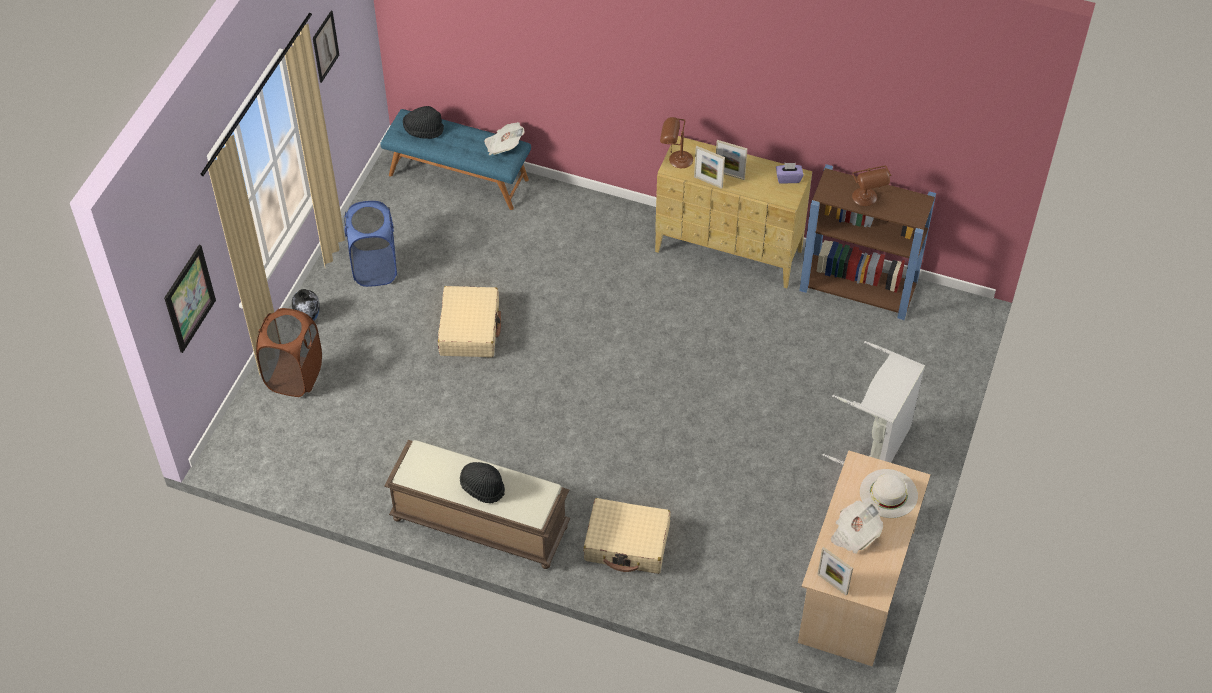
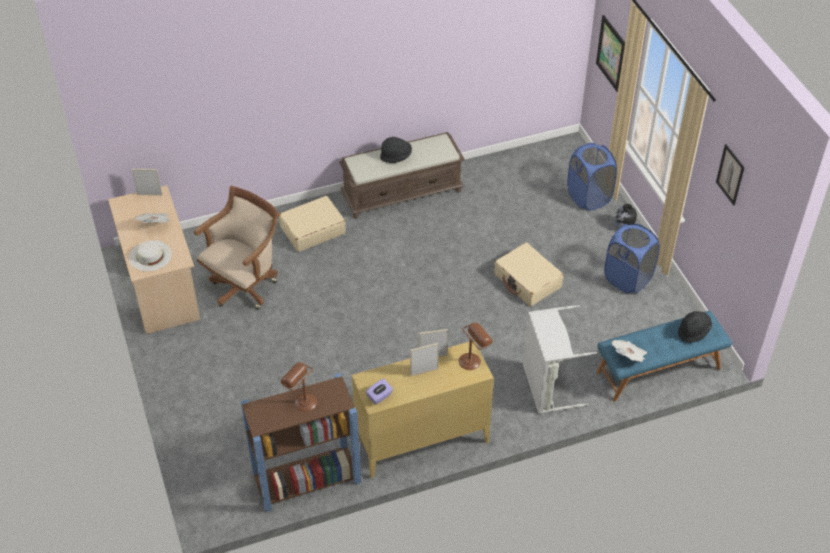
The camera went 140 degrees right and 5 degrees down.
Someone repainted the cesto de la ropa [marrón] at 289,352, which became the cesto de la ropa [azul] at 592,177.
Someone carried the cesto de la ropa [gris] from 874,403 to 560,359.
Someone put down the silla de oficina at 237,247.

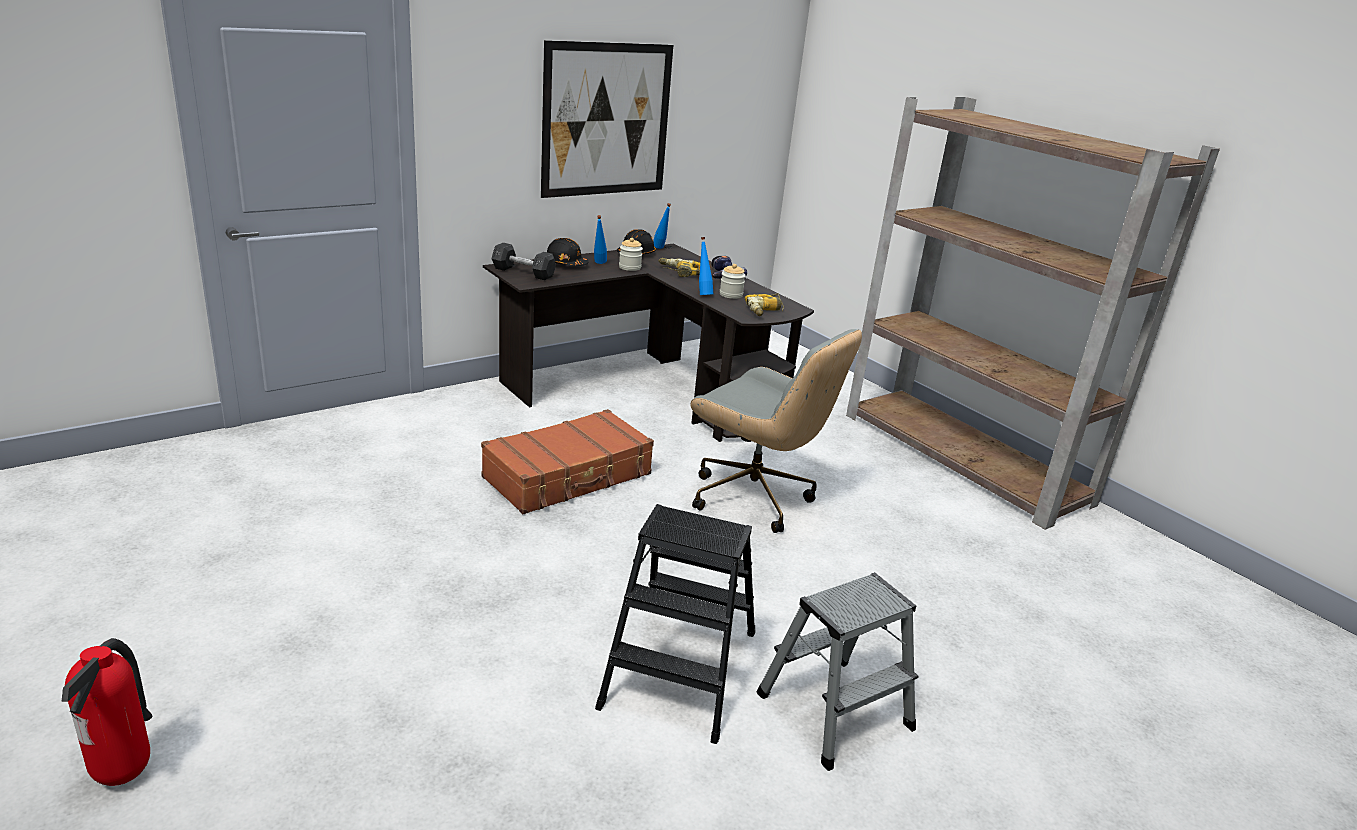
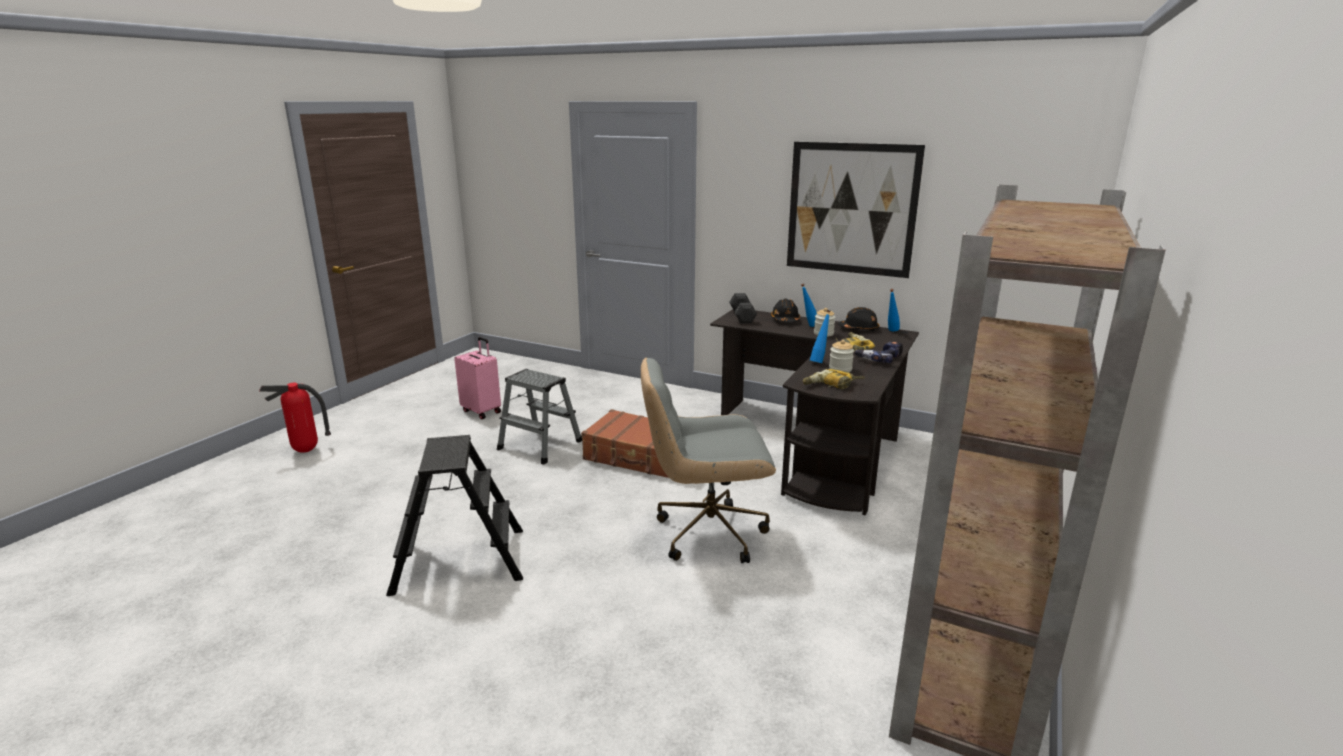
The camera went 65 degrees right and 5 degrees down.
Someone rotated the silla de oficina [gris] at 776,431 by 75 degrees clockwise.
Someone carried the escalera de tijera [gris] from 837,671 to 539,417.
Someone put down the maleta [rosa] at 477,378.

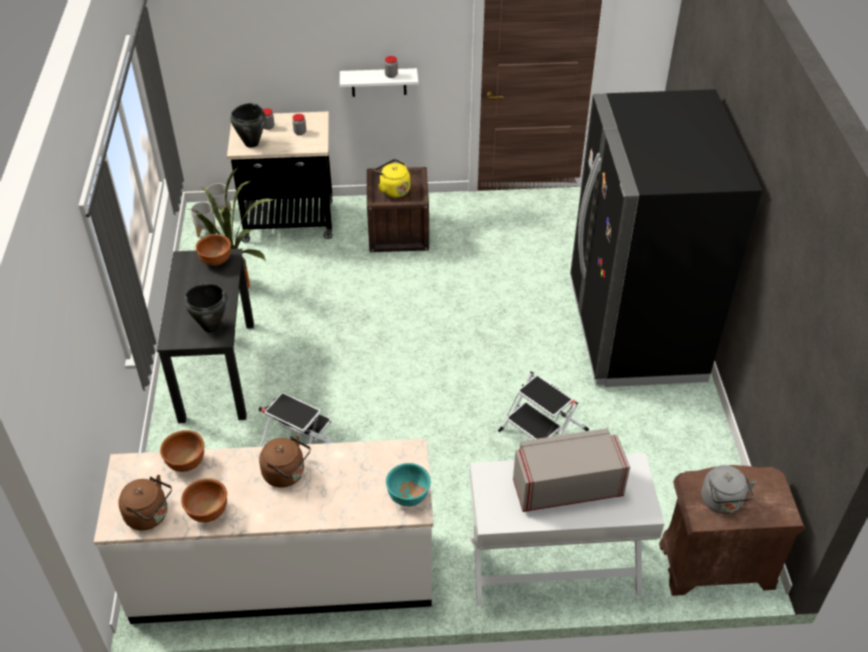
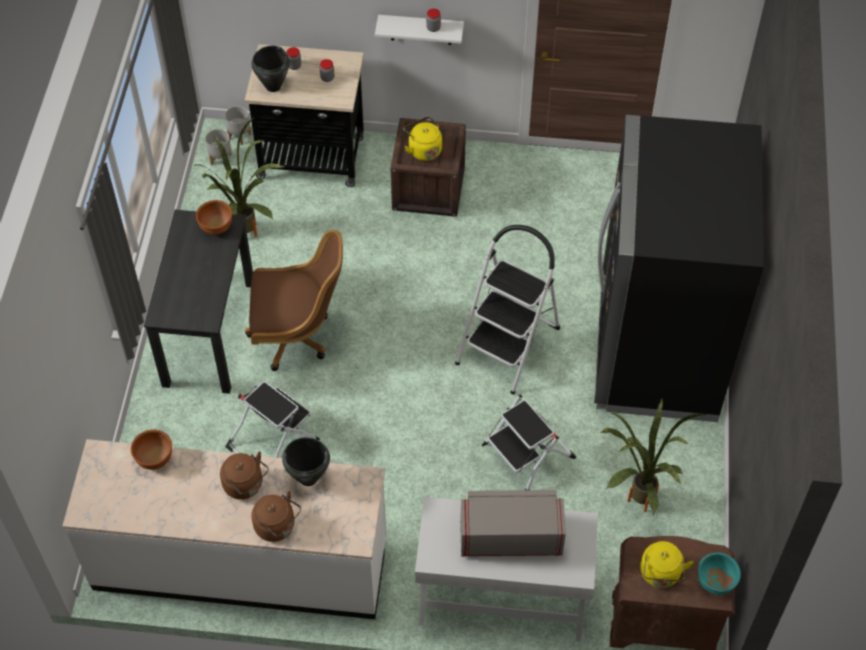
The camera went 10 degrees right and 10 degrees up.
Someone carried the hervidor [marrón] from 145,502 to 276,516.
Someone took away the cuenco [marrón] at 204,500.
Someone carried the olla [negro] from 206,308 to 306,461.
Someone carried the cuenco [turquesa] from 408,484 to 719,574.
Someone repainted the hervidor [gris] at 728,489, which became the hervidor [amarillo] at 667,564.
Someone put down the silla de oficina [marrón] at 294,300.
Someone put down the escalera de tijera at 507,309.
Someone put down the planta en maceta at 654,456.

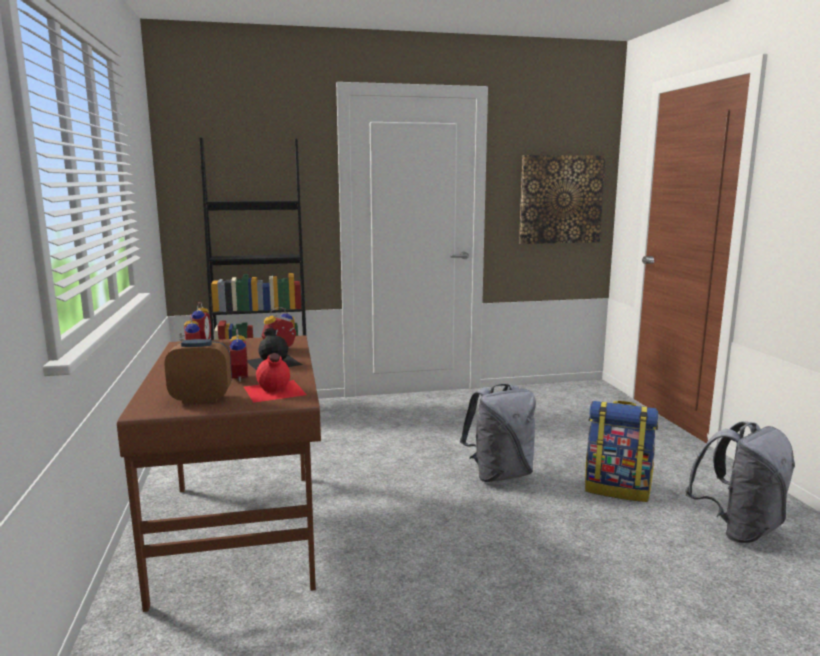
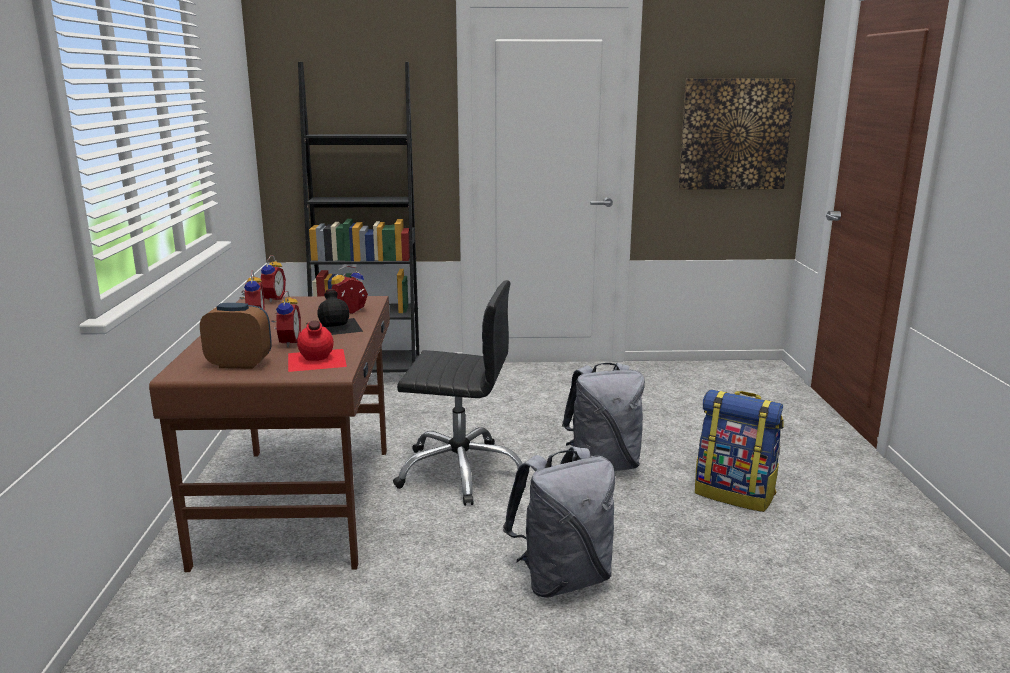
The camera went 10 degrees right and 5 degrees up.
Someone carried the mochila [gris] from 740,482 to 559,522.
Someone put down the silla de oficina [negro] at 461,393.

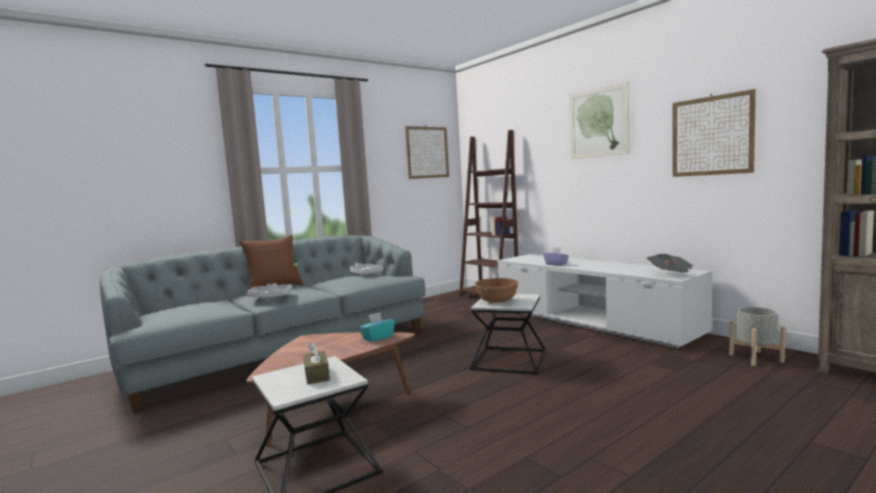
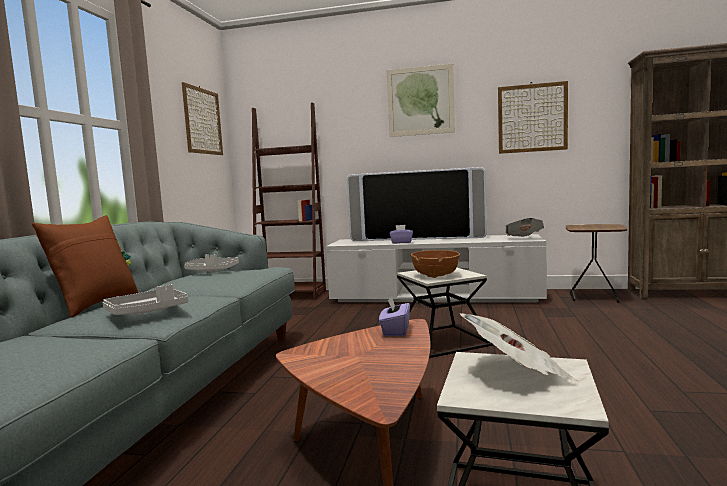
The camera went 40 degrees left and 0 degrees up.
Someone swapped the caja de pañuelos [marrón] at 316,363 for the periódico at 519,347.
Someone repainted the caja de pañuelos [turquesa] at 377,327, which became the caja de pañuelos [morado] at 394,316.
Someone swapped the maceta [gris] at 757,336 for the mesa auxiliar [marrón] at 596,263.
Someone put down the televisor at 417,204.

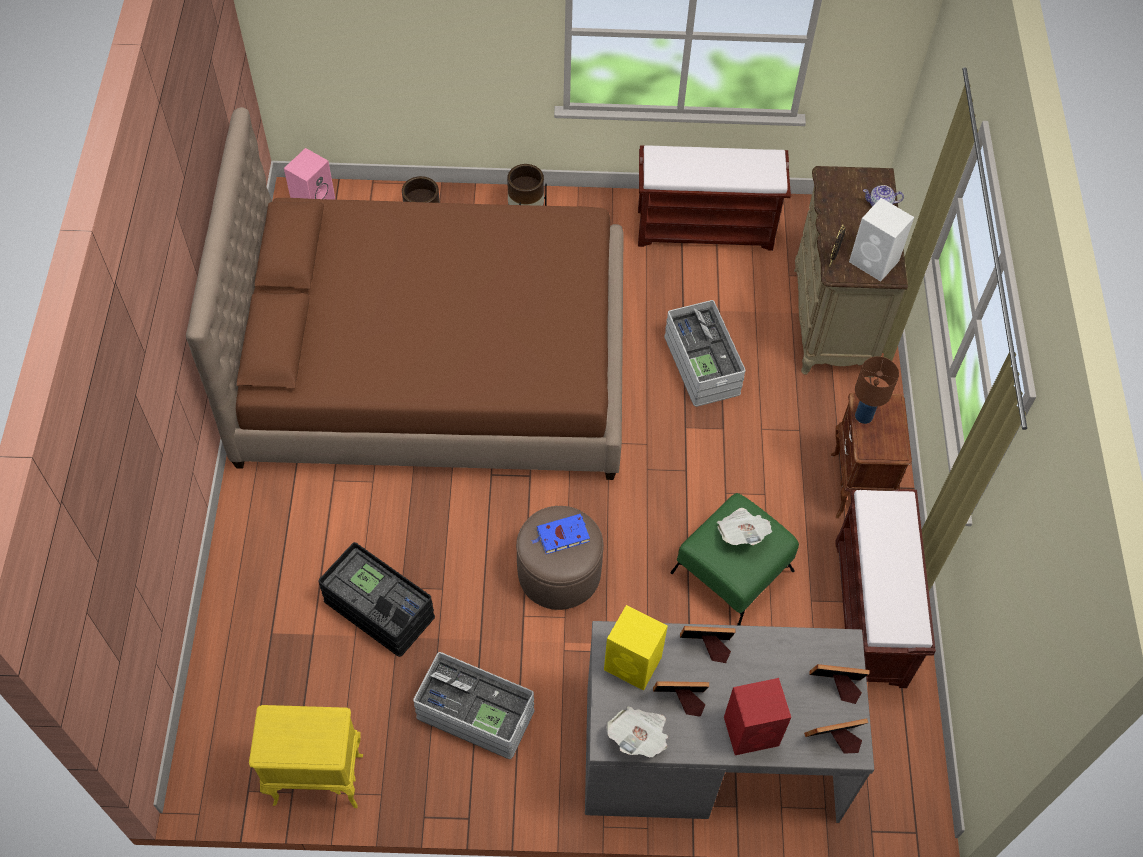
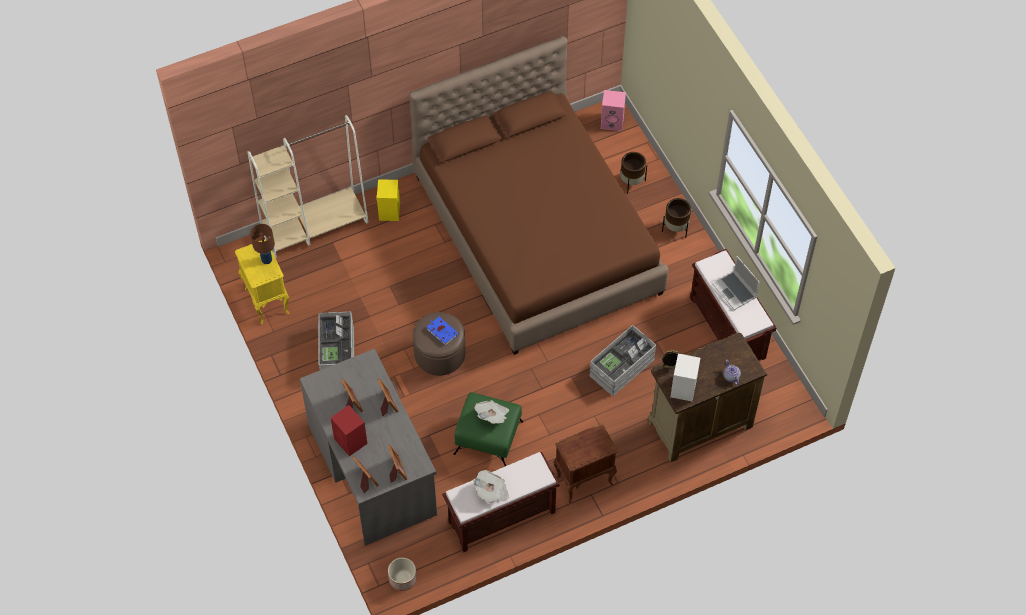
The camera went 65 degrees right and 0 degrees up.
Someone took away the caja de almacenaje [negro] at 376,599.
Someone carried the altavoz [amarillo] from 636,648 to 388,200.
Someone carried the periódico from 637,732 to 491,486.
Someone carried the lámpara de mesa [marrón] from 877,390 to 262,244.
Someone put down the perchero [beis] at 308,186.
Someone put down the maceta at 402,574.
Someone put down the portátil at 736,283.

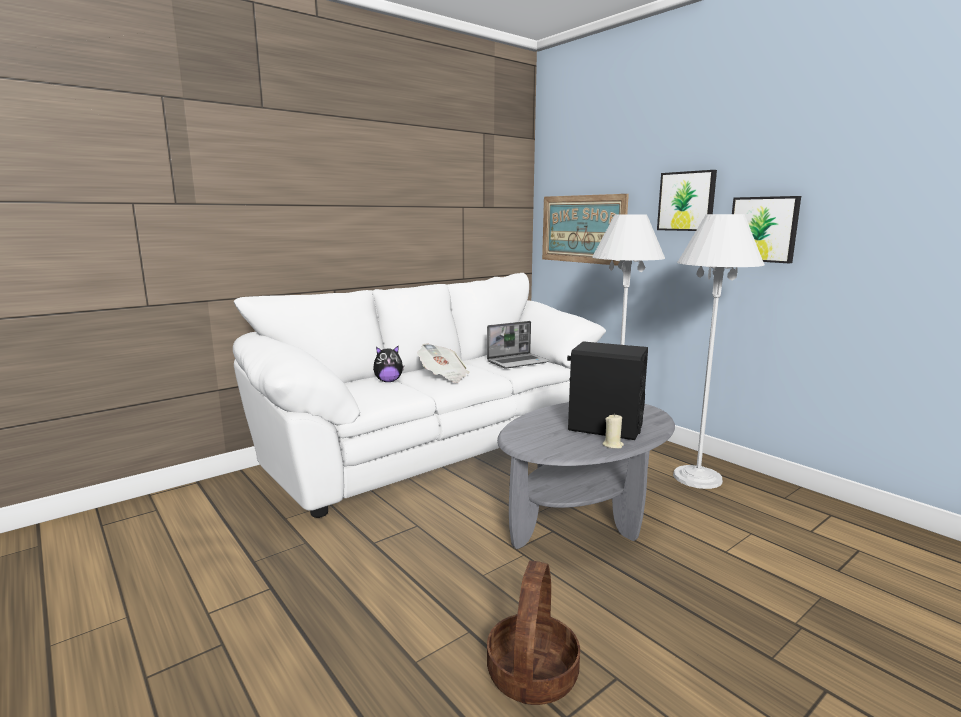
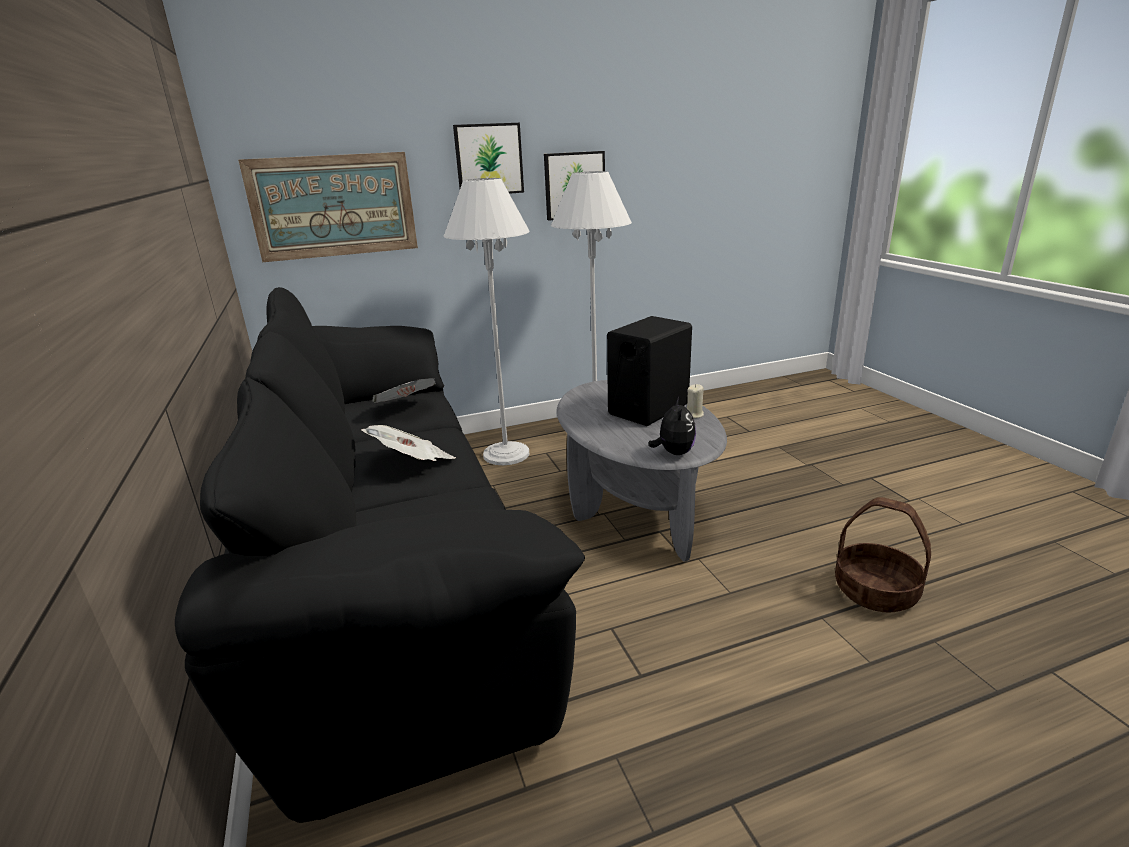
The camera went 70 degrees left and 10 degrees up.
Someone repainted the sofá [blanco] at 419,395, which became the sofá [negro] at 380,555.
Someone carried the peluche from 388,364 to 672,426.
Someone swapped the portátil at 518,345 for the periódico at 404,390.

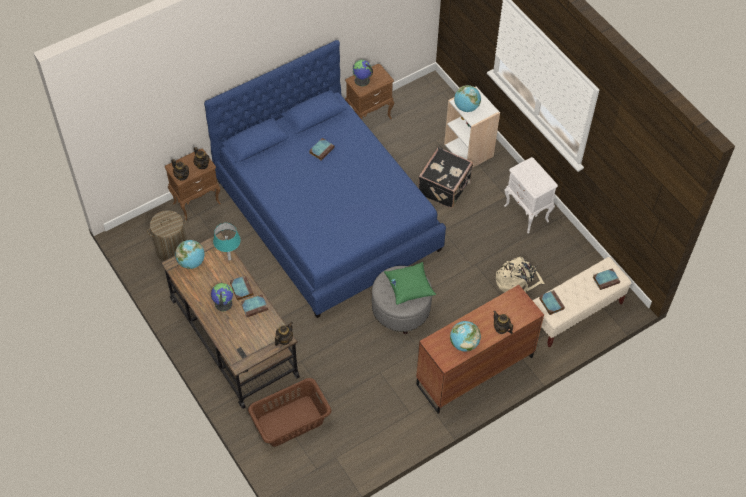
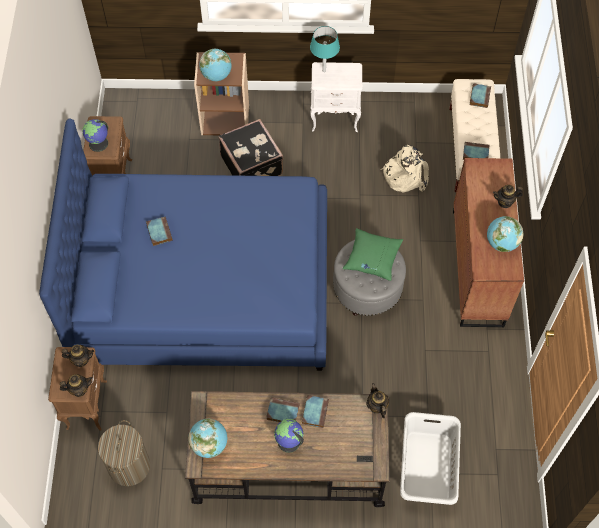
The camera went 55 degrees left and 5 degrees up.
Someone carried the lámpara de mesa [turquesa] from 227,242 to 325,49.
Someone repainted the cesto de la ropa [marrón] at 289,412, which became the cesto de la ropa [gris] at 430,458.
Someone repainted the estantería [blanco] at 472,127, which became the estantería [marrón] at 221,93.

